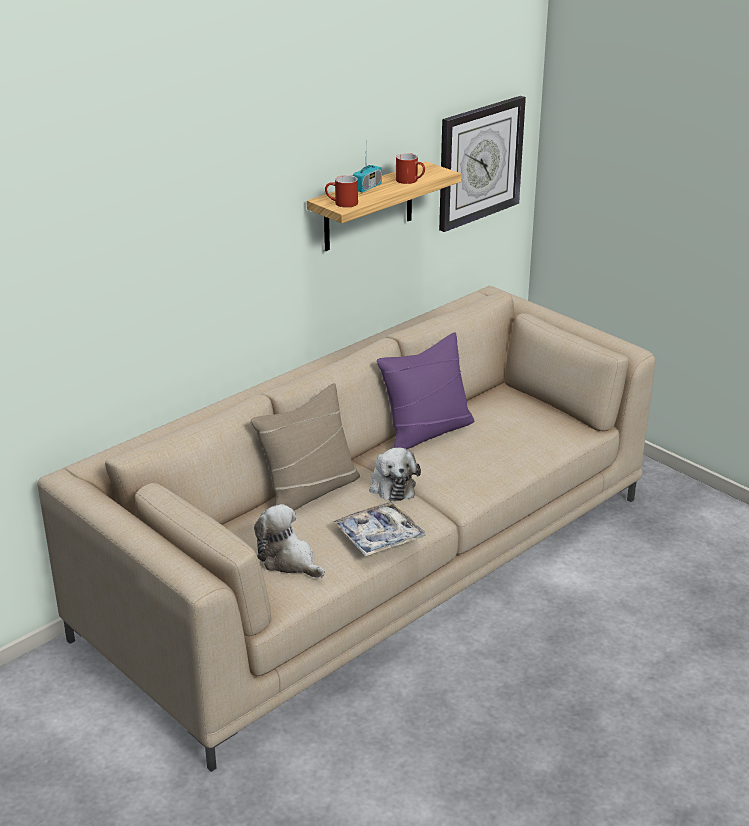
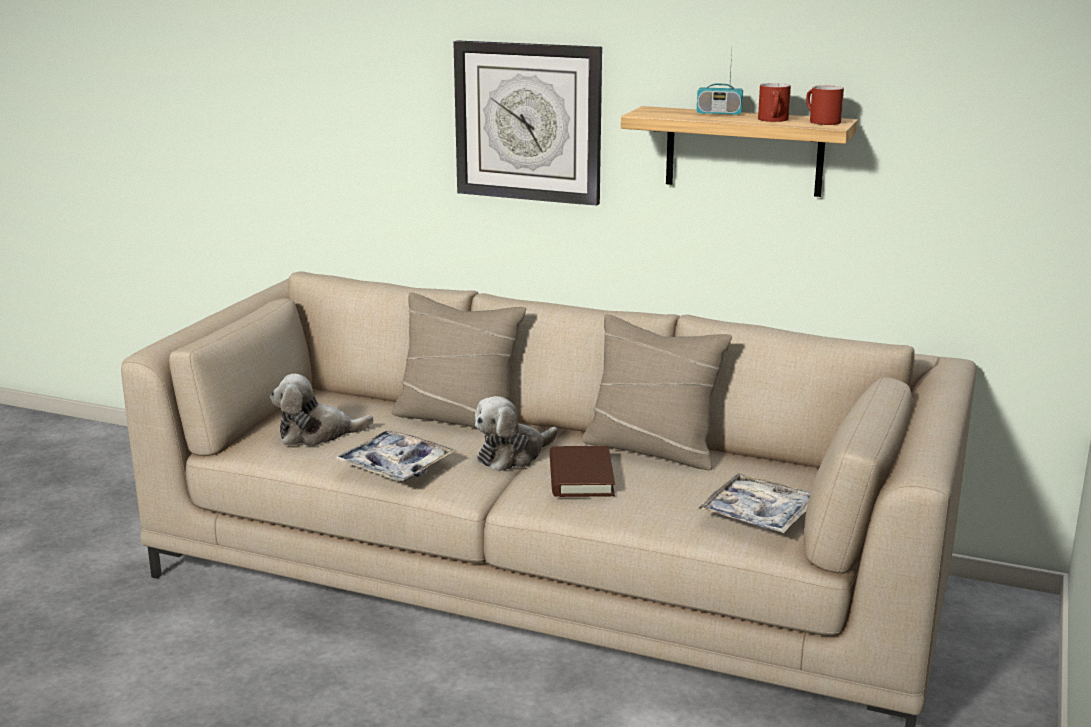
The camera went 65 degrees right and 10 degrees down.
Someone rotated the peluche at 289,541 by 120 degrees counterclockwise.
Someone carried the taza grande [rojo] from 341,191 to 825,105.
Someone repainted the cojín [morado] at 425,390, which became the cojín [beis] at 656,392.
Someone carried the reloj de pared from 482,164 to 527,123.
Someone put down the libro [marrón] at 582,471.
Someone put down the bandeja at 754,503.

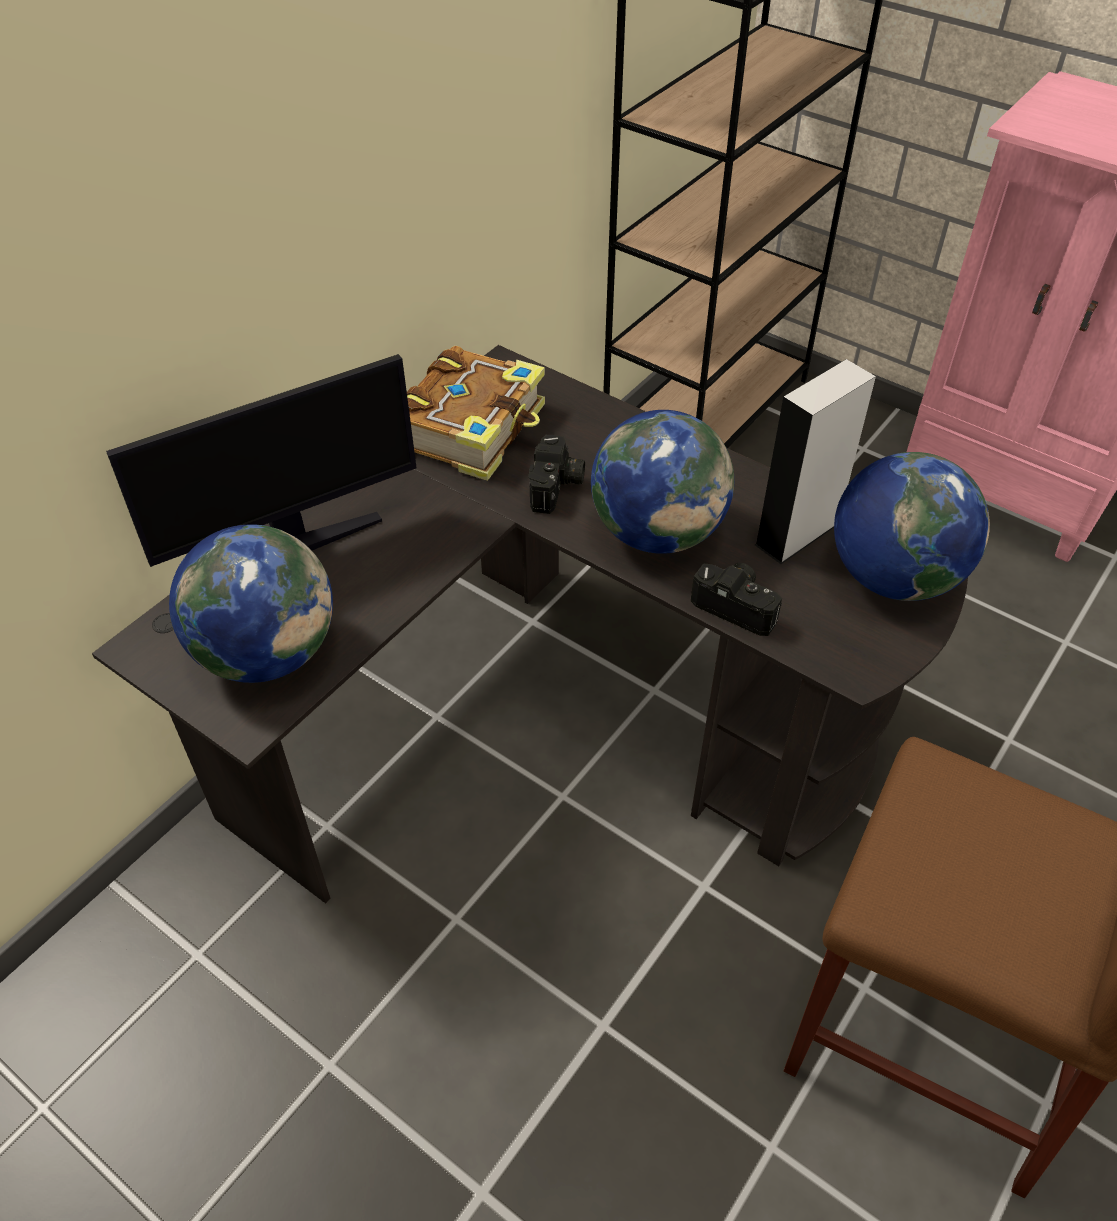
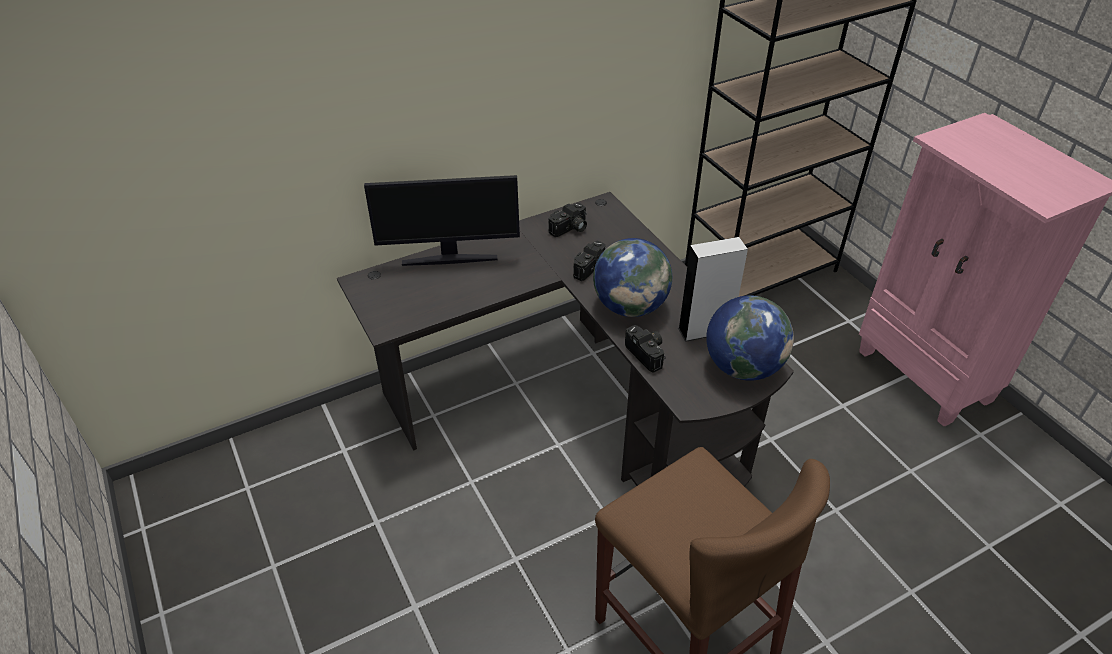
The camera went 25 degrees right and 5 degrees down.
Someone took away the globo terráqueo at 251,603.
Someone swapped the libro at 476,413 for the cámara at 567,220.

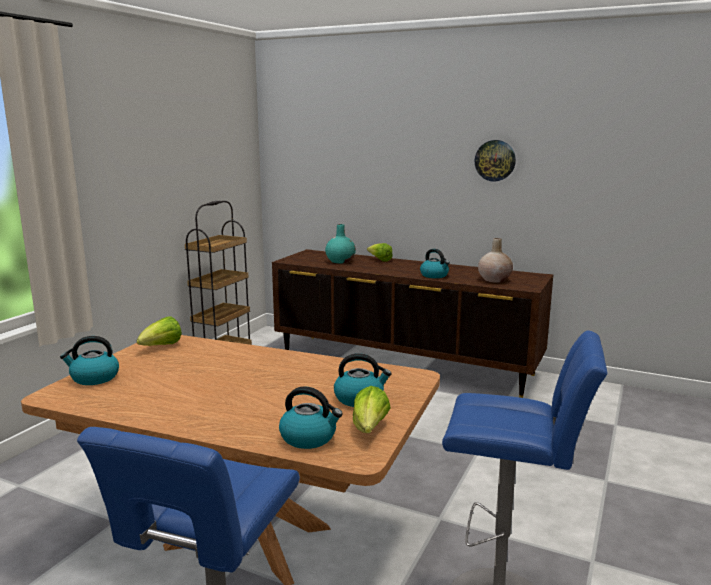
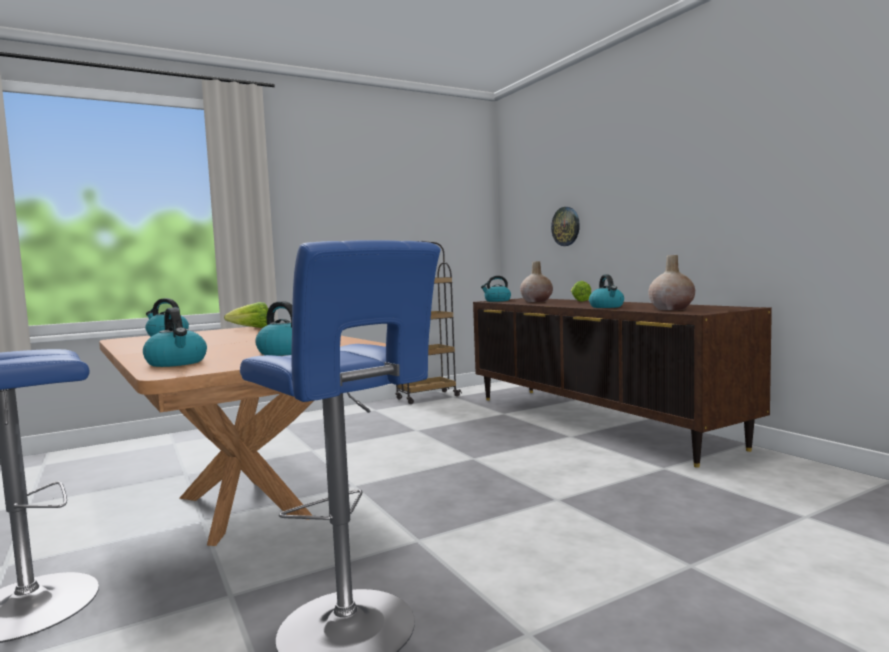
The camera went 35 degrees right and 10 degrees down.
Someone repainted the florero [turquesa] at 340,244, which became the florero [beis] at 536,281.
Someone took away the lechuga at 372,409.
Someone carried the reloj de pared from 495,161 to 565,226.
Someone put down the hervidor at 496,289.

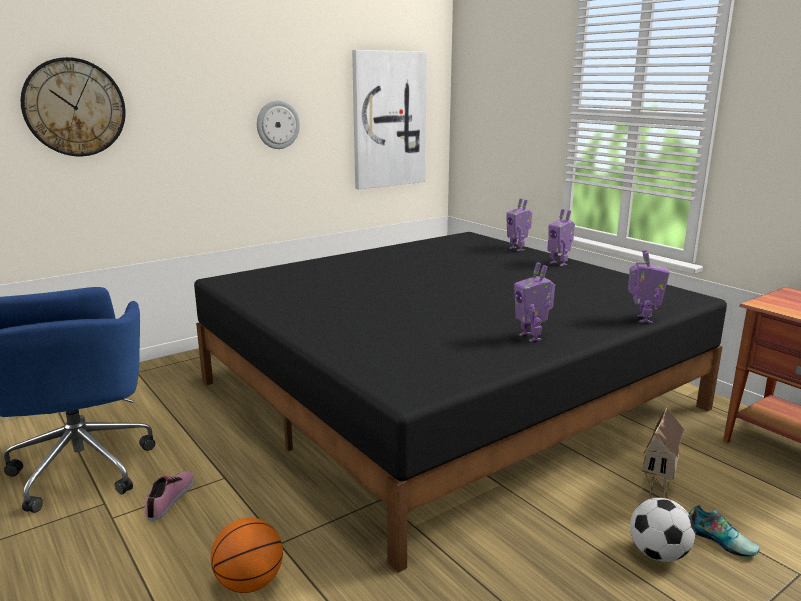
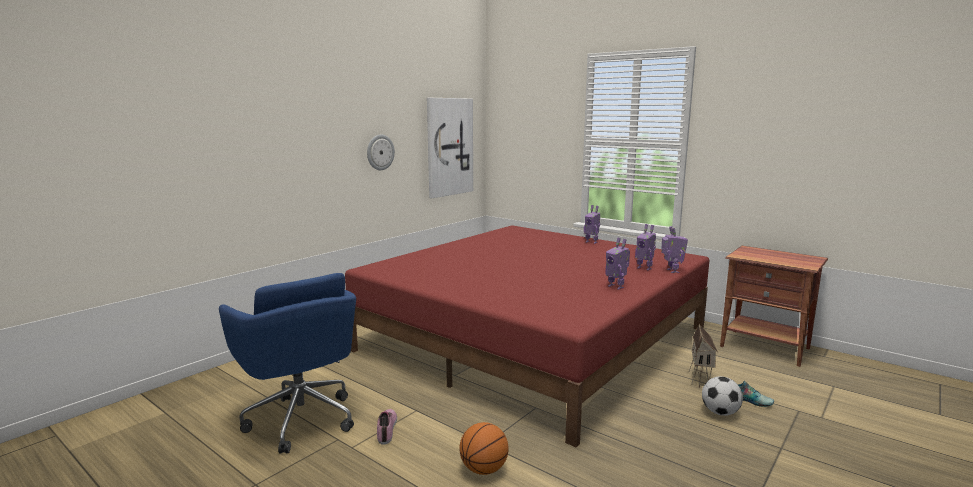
The camera went 15 degrees left and 5 degrees down.
Someone took away the reloj de pared at 73,106.
Someone repainted the cama [negro] at 460,402, which became the cama [rojo] at 527,336.
Someone carried the robot de juguete from 519,225 to 645,247.

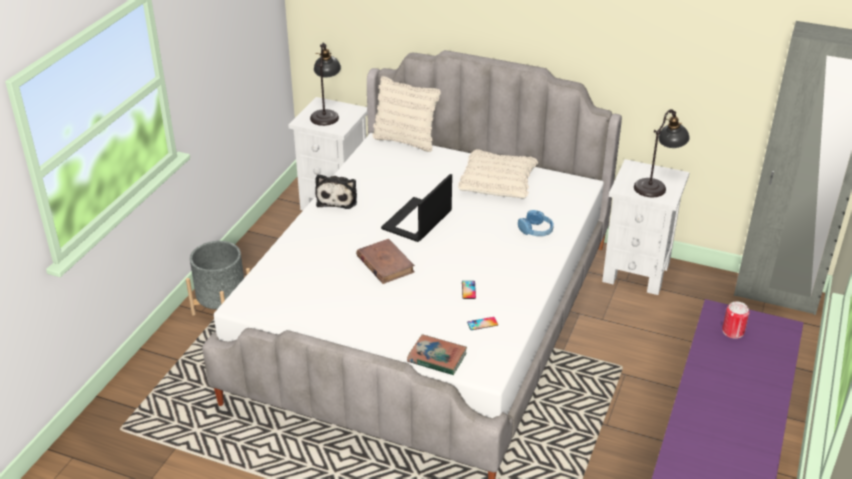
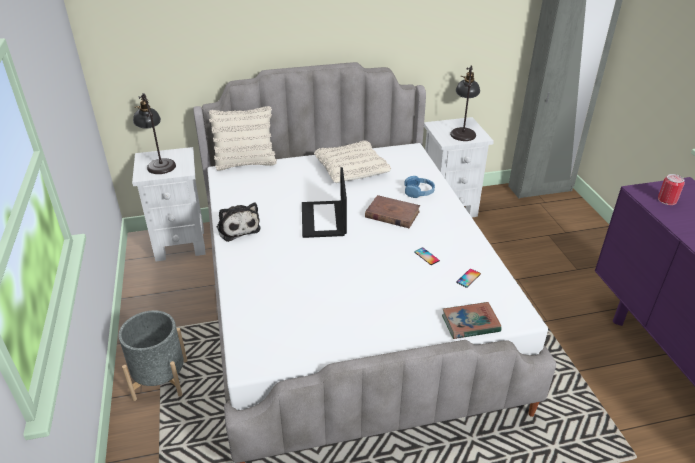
The camera went 35 degrees left and 0 degrees up.
Someone carried the libro [marrón] from 385,261 to 392,211.

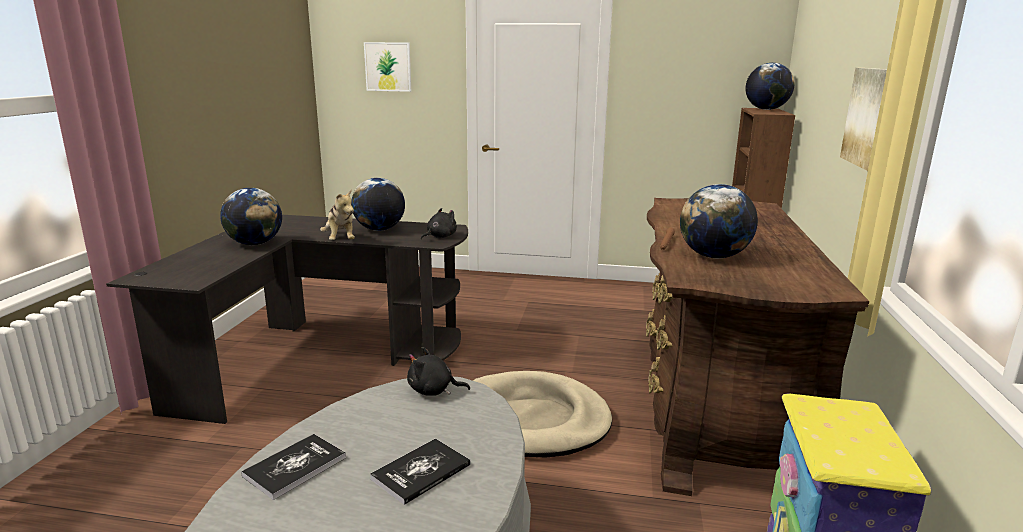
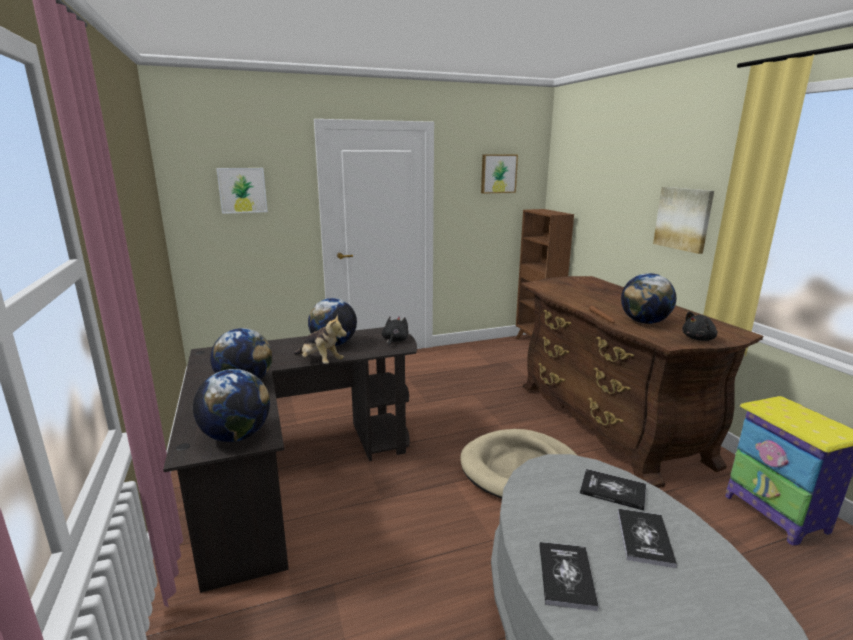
The camera went 30 degrees left and 0 degrees up.
Someone carried the peluche [negro] from 438,371 to 699,326.
Someone carried the globo terráqueo from 770,86 to 231,405.
Someone put up the cuadro at 499,174.
Someone put down the libro at 613,490.

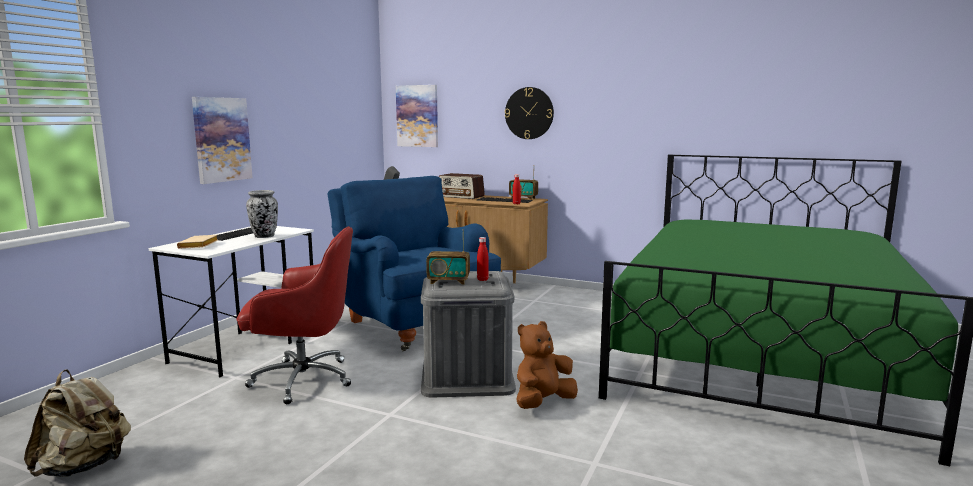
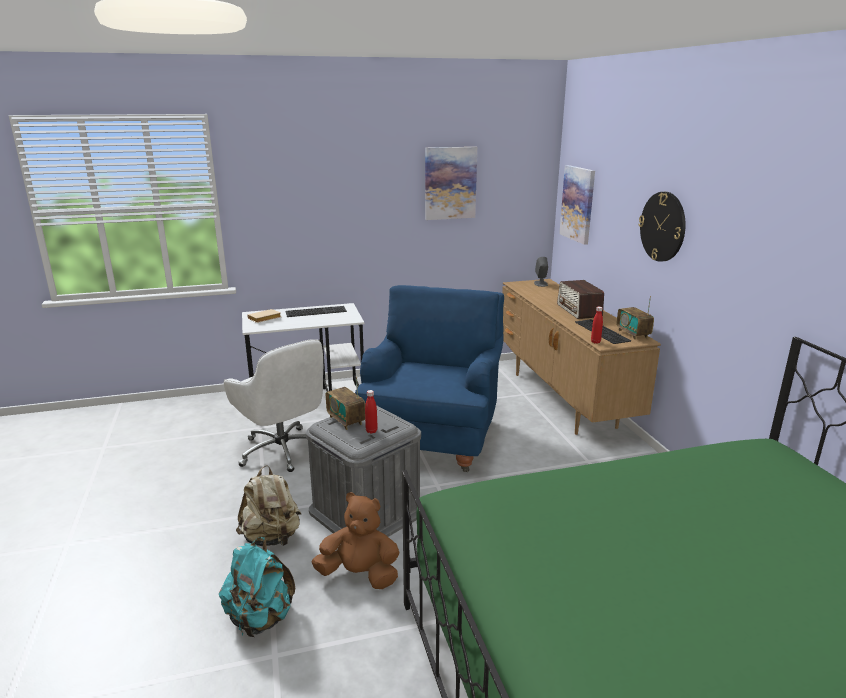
The camera went 50 degrees right and 10 degrees up.
Someone carried the mochila [beis] from 77,423 to 268,506.
Someone carried the cuadro from 222,140 to 451,183.
Someone repainted the silla de oficina [rojo] at 294,315, which became the silla de oficina [blanco] at 273,405.
Someone took away the florero at 262,214.
Someone put down the mochila [turquesa] at 257,587.

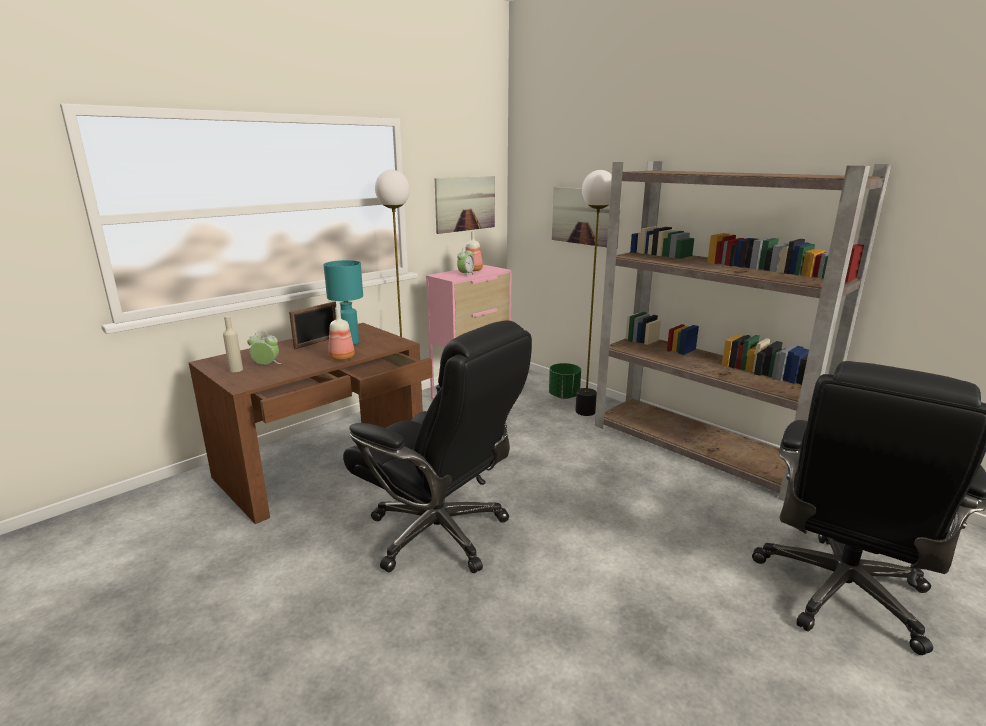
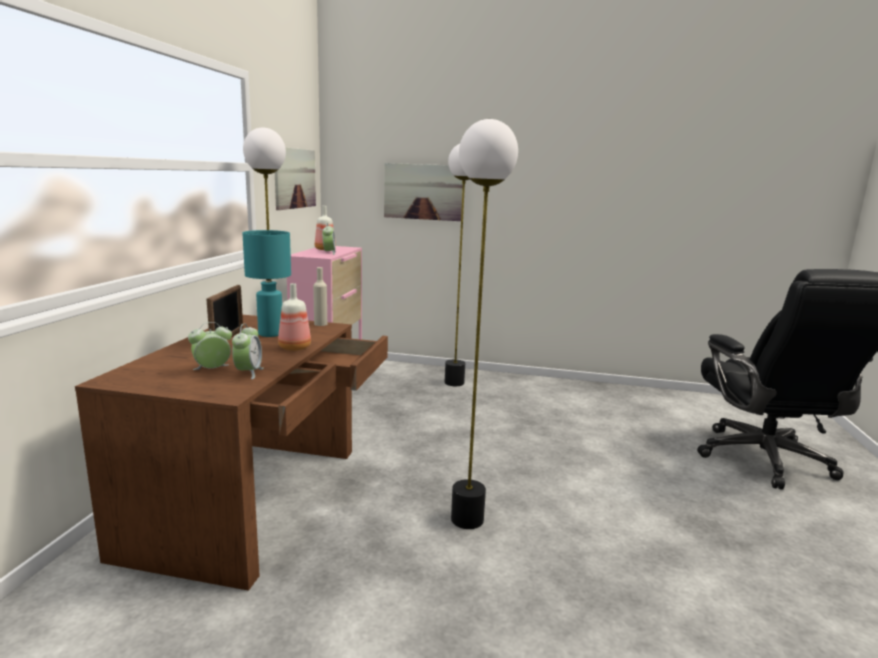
The camera went 35 degrees left and 5 degrees down.
Someone carried the botella [beis] from 233,344 to 320,296.
Someone swapped the silla de oficina [negro] at 437,446 for the lámpara de pie at 484,324.
Someone took away the maceta [verde] at 565,381.
Someone took away the estantería [marrón] at 743,331.
Someone put down the despertador at 247,351.

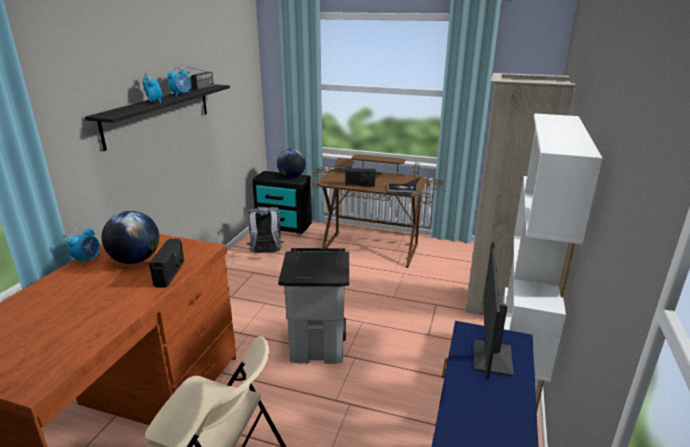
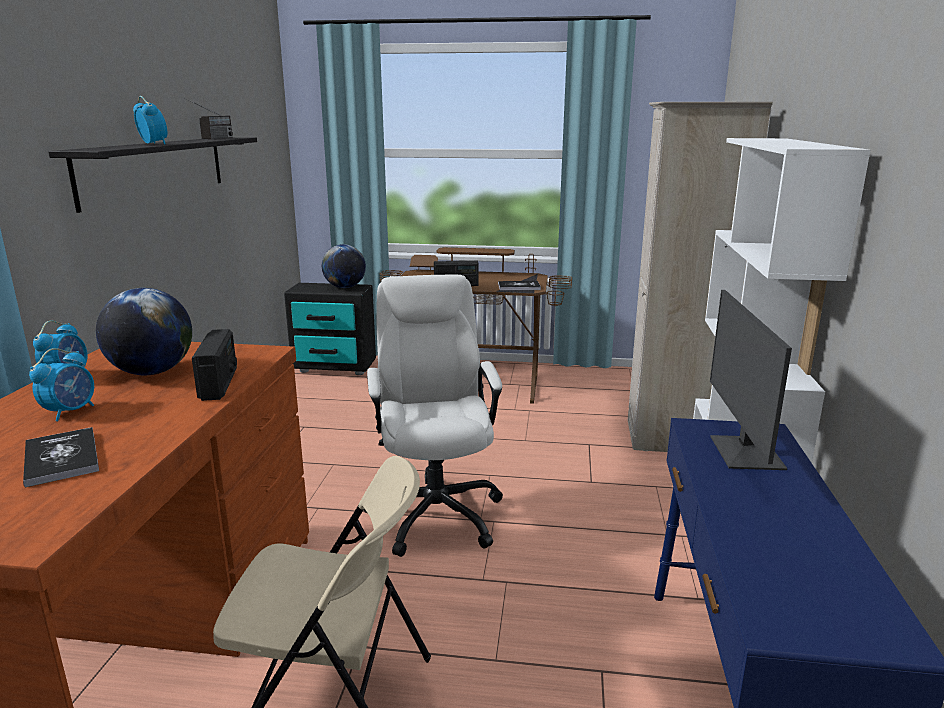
The camera went 10 degrees left and 5 degrees down.
Someone carried the despertador from 178,81 to 61,384.
Someone took away the mochila [gris] at 265,230.
Someone swapped the papelera [gris] at 313,305 for the silla de oficina [blanco] at 433,416.
Someone put down the libro at 61,457.

